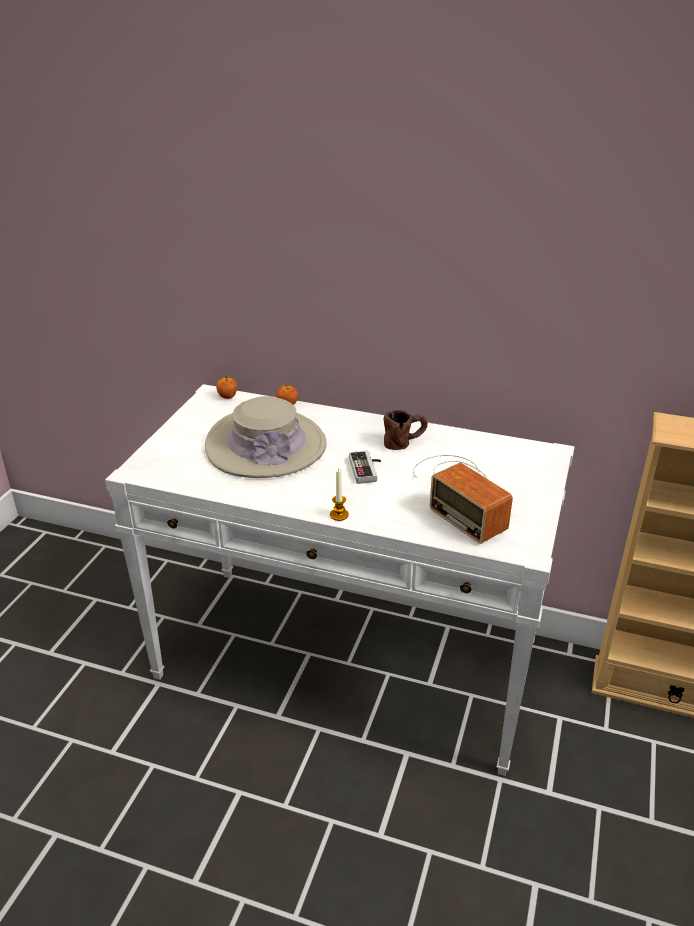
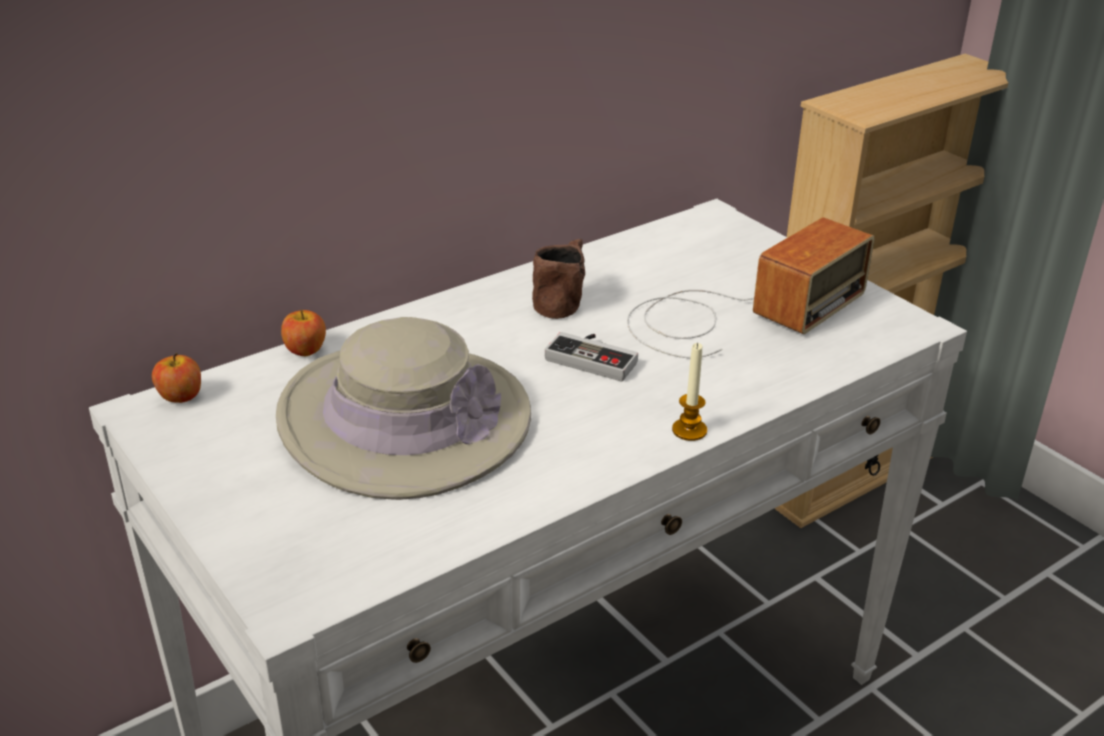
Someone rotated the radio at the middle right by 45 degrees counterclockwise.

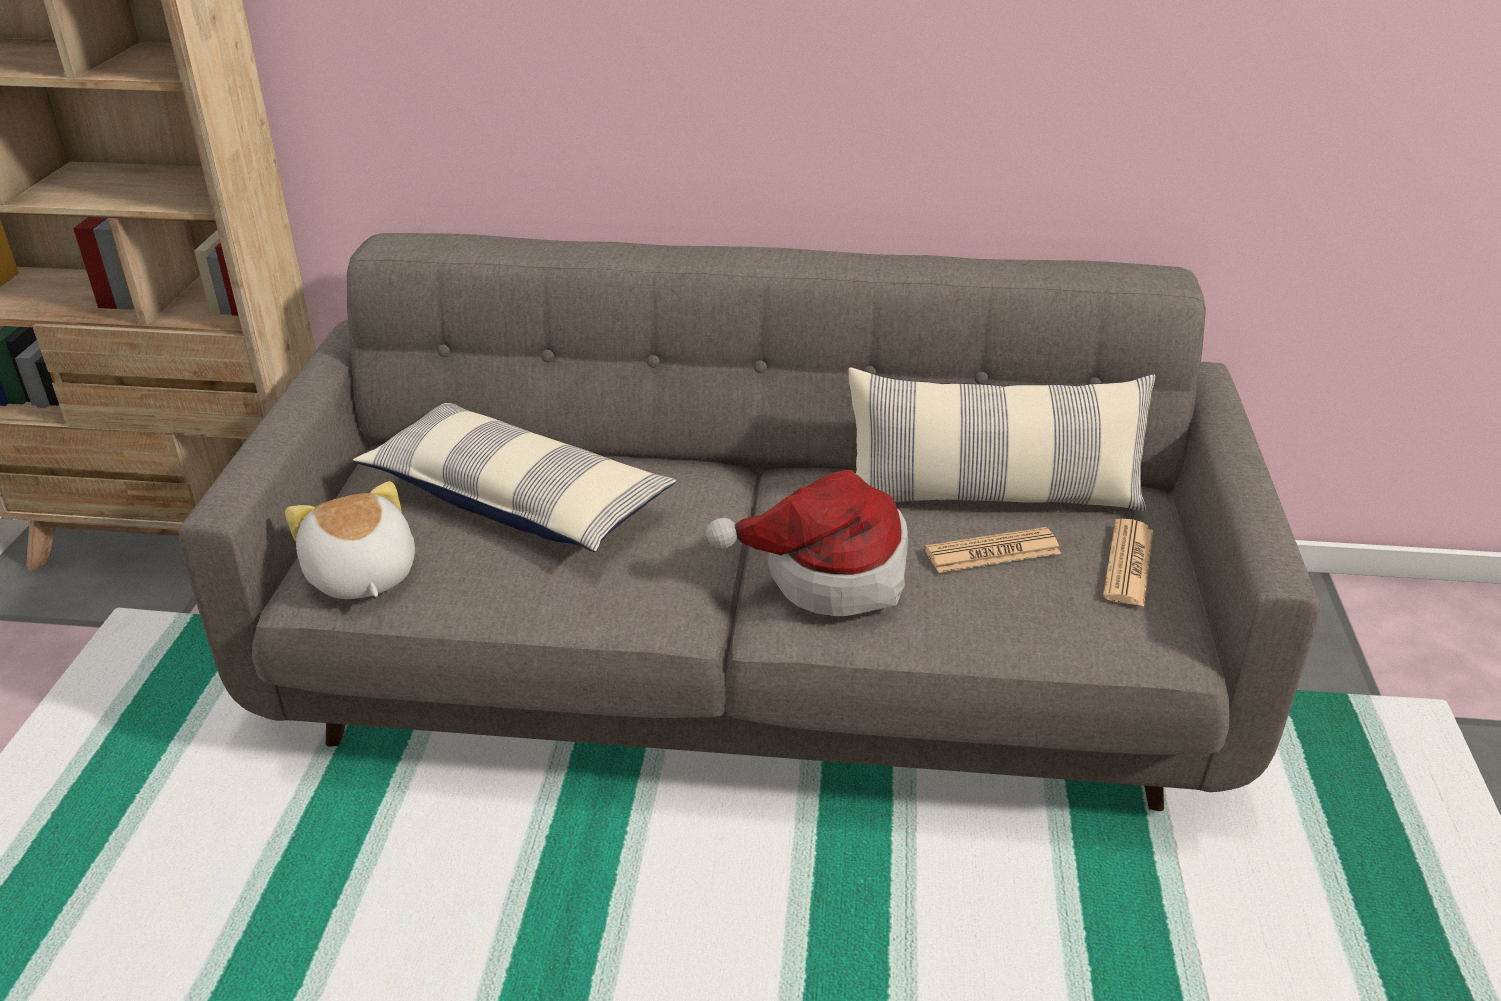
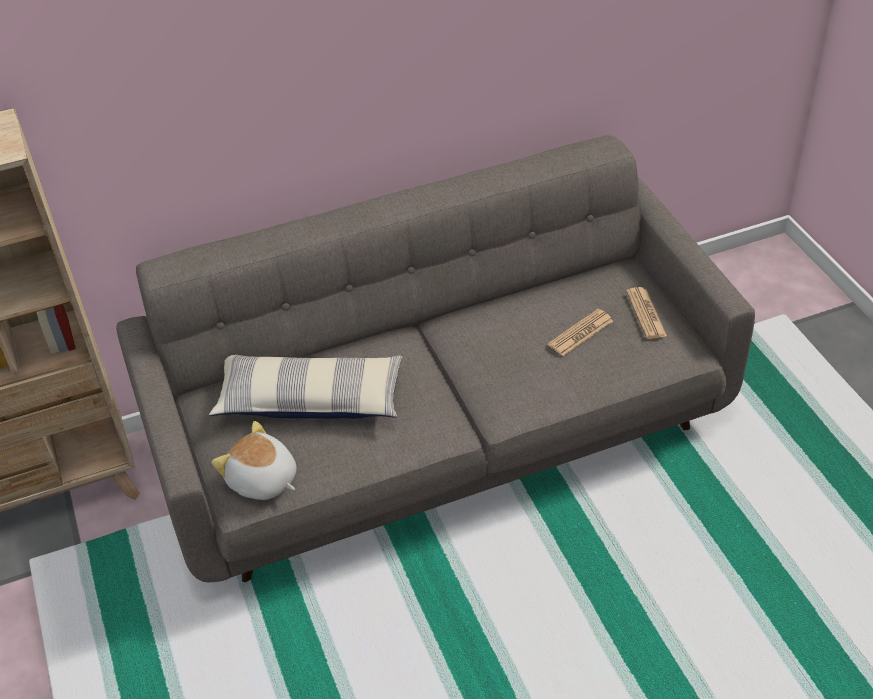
Someone took away the kapelusz at the centre. Someone took away the poduszka (no. 2 from left) at the middle right.

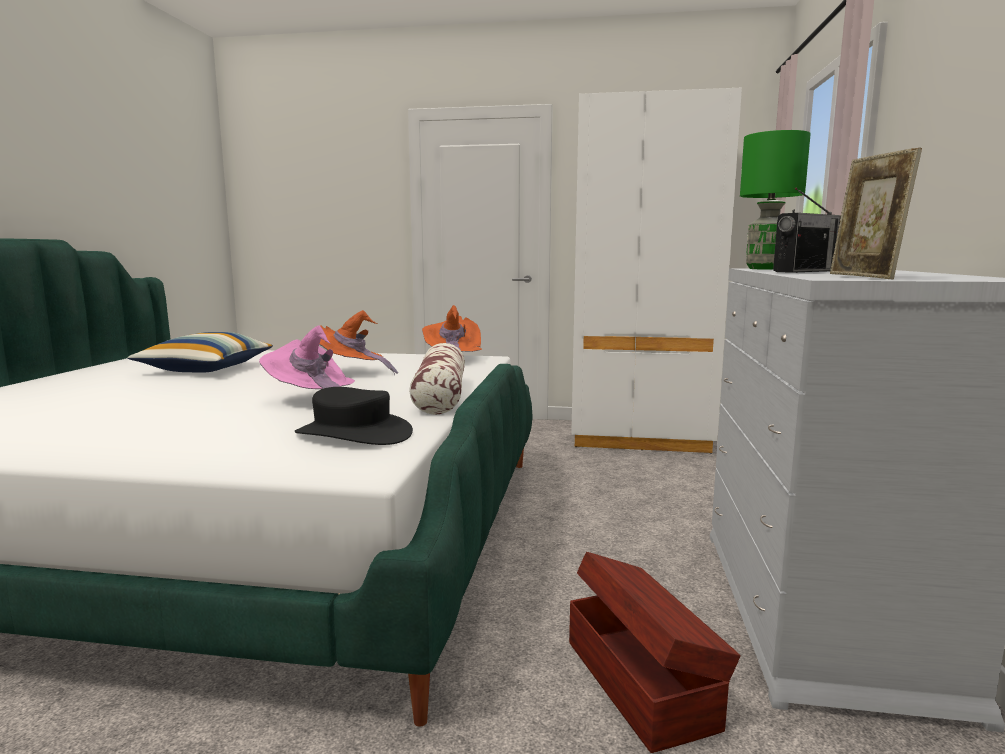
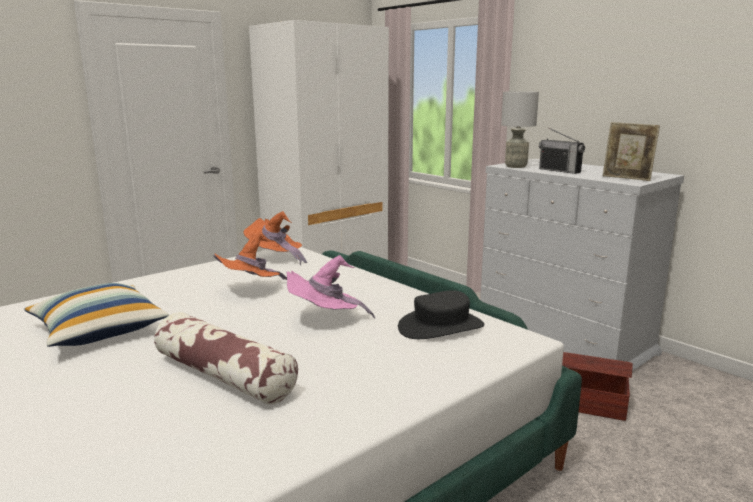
Someone carried the poduszka (no. 2 from left) from the centre to the bottom left. Someone repainted the lampa stołowa/zielony at the top right, which became the lampa stołowa/szary at the top right. Someone rotated the radio at the top right by 135 degrees clockwise.

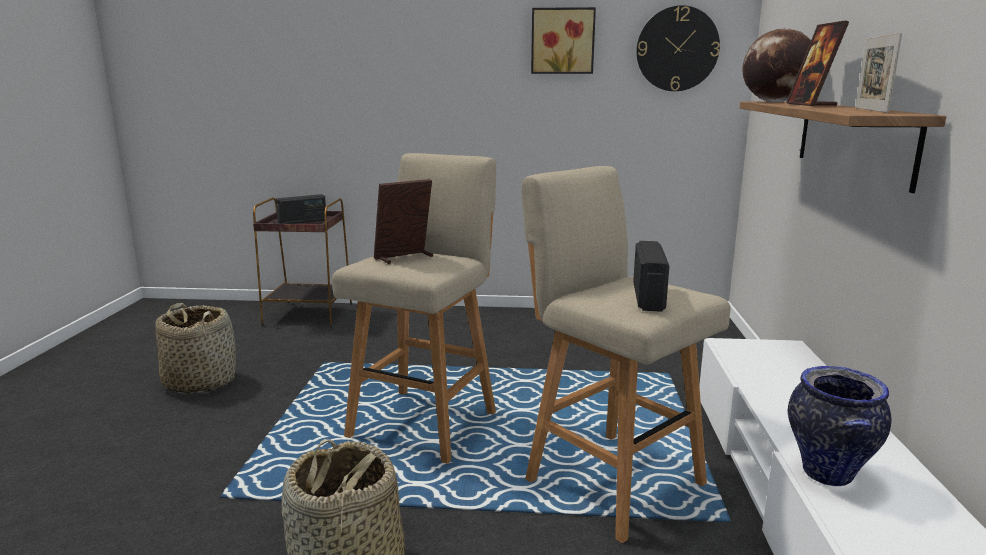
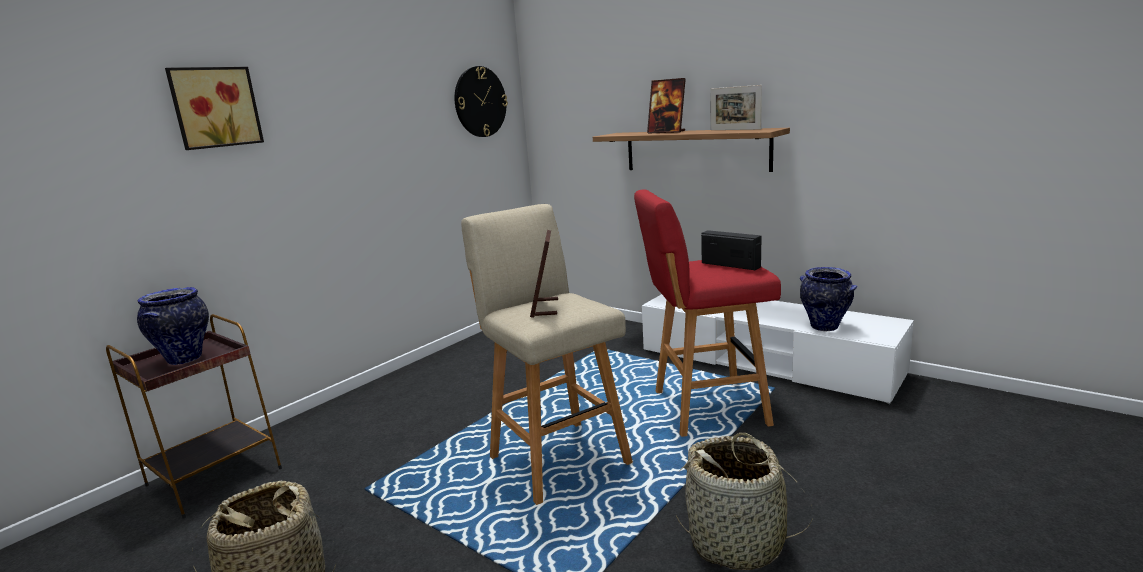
Someone took away the globus at the top right. Someone carried the obraz from the top centre to the top left. Someone swapped the radio (no. 1 from left) at the middle left for the wazon (no. 1 from left) at the middle left. Someone repainted the stołek/beżowy (no. 2 from left) at the centre, which became the stołek/czerwony at the centre.

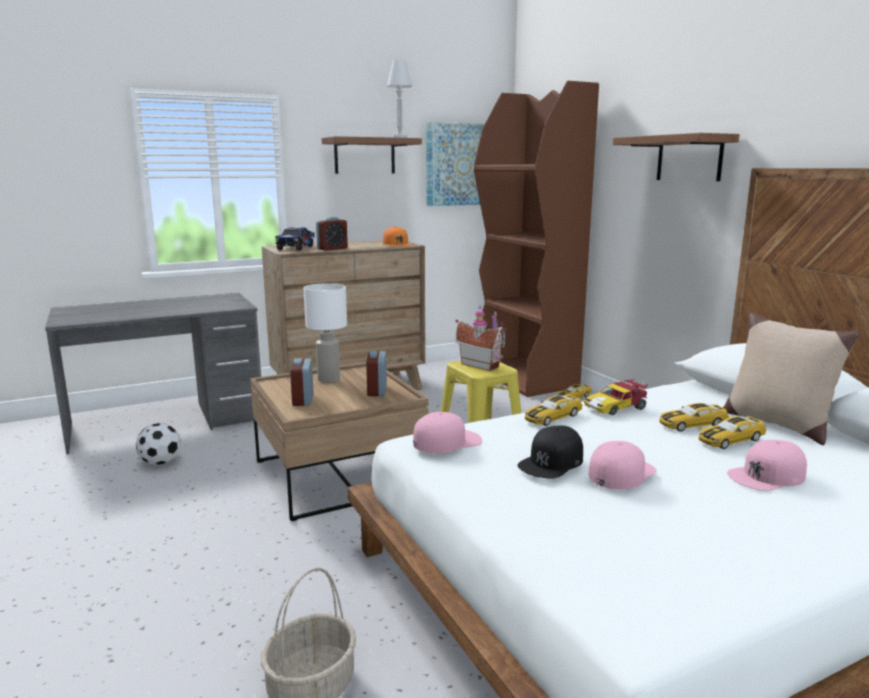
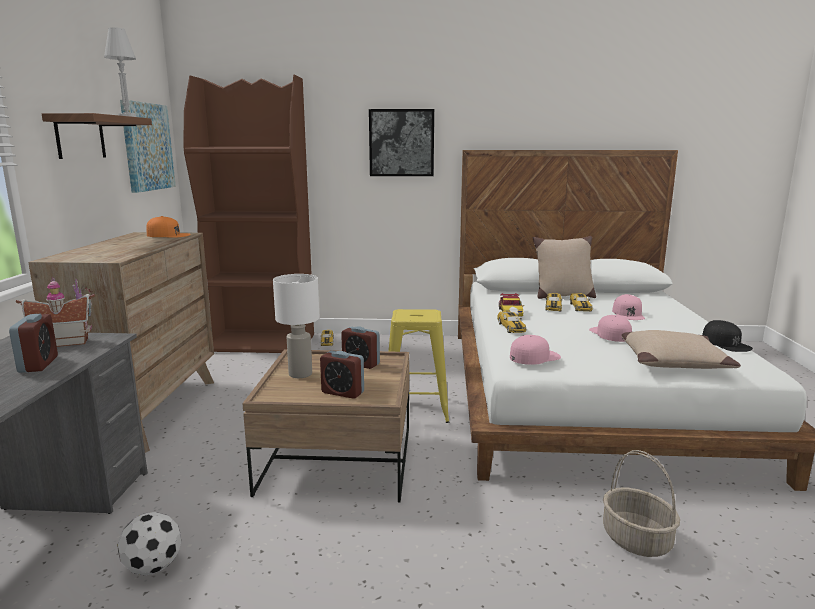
Someone took away the ciężarówka zabawkowa at the centre. Someone put down the poduszka/beżowy (no. 2 from left) at the middle right. Someone carried the budzik (no. 2 from left in the first image) from the centre to the middle left. Someone carried the domek from the centre to the middle left. Someone carried the czapka z daszkiem/czarny from the centre to the middle right. Someone swapped the półka (no. 2 from left) at the top right for the obraz (no. 2 from left) at the top centre. Someone rotated the czapka z daszkiem/różowy (no. 1 from left) at the centre by 60 degrees clockwise.

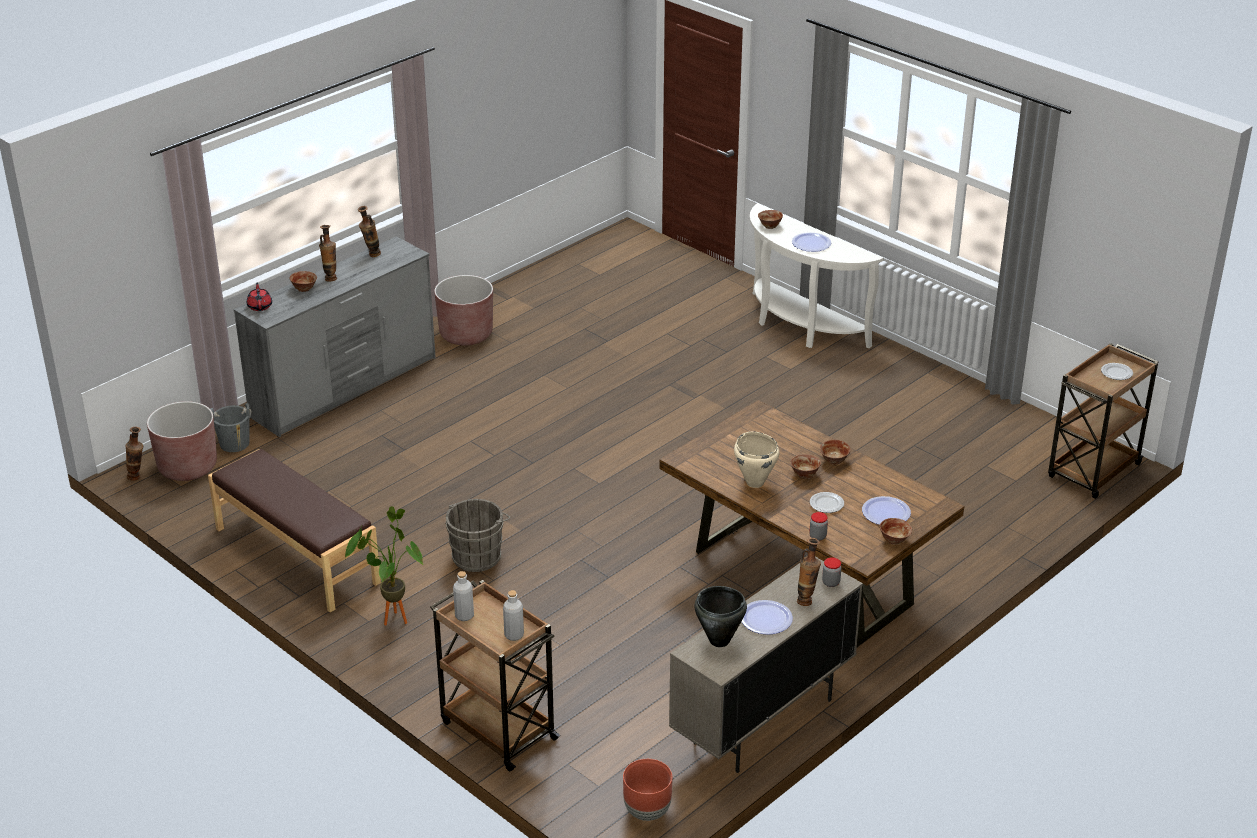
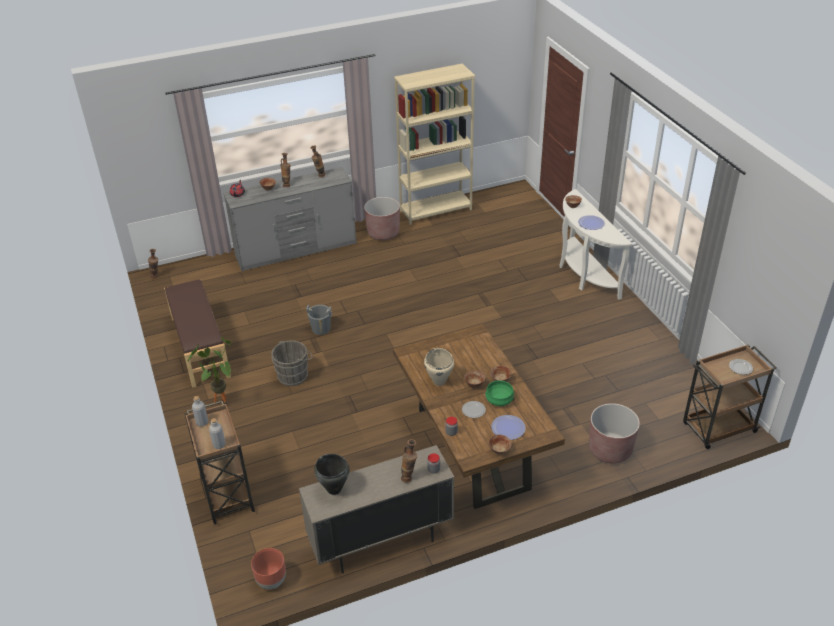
Someone took away the talerz (no. 1 from left) at the bottom centre. Someone put down the regał/beżowy at the top centre. Someone put down the garnek/zielony at the centre. Someone carried the donica/brązowy (no. 1 from left in the first image) from the middle left to the bottom right. Someone carried the wiadro/szary (no. 1 from left in the first image) from the middle left to the centre.

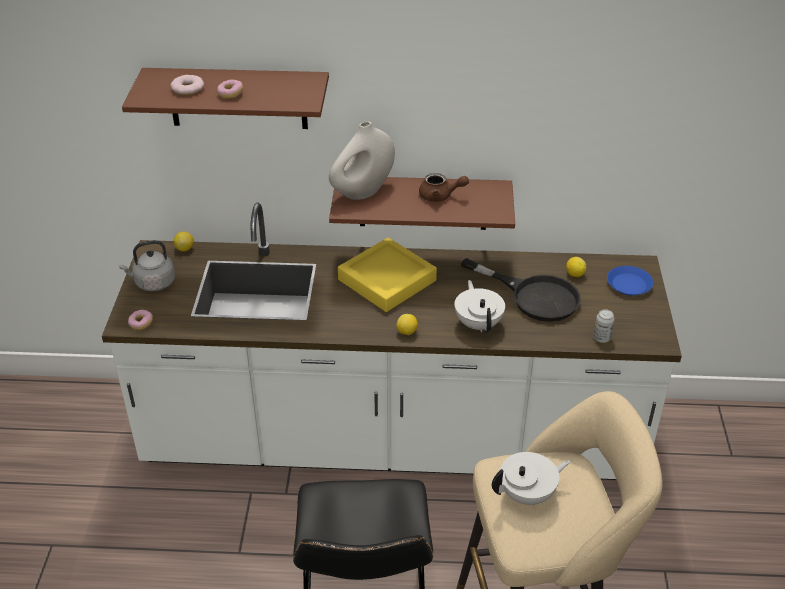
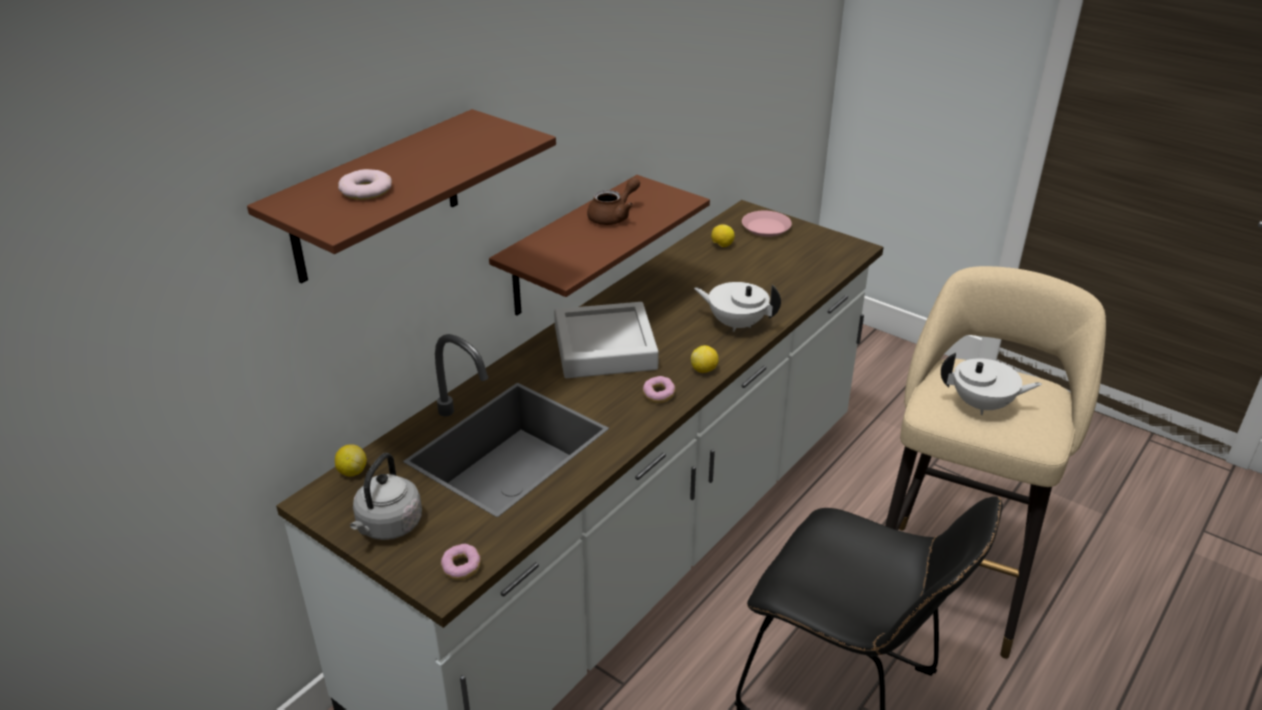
Someone took away the wazon/biały at the top centre. Someone took away the patelnia/czarny at the centre. Someone took away the puszka at the middle right. Someone carried the donut (no. 3 from left) from the top left to the centre. Someone repainted the taca/żółty at the centre, which became the taca/szary at the centre. Someone repainted the talerz/niebieski at the middle right, which became the talerz/różowy at the top centre. Someone rotated the imbryk/biały (no. 2 from left) at the bottom right by 90 degrees clockwise.

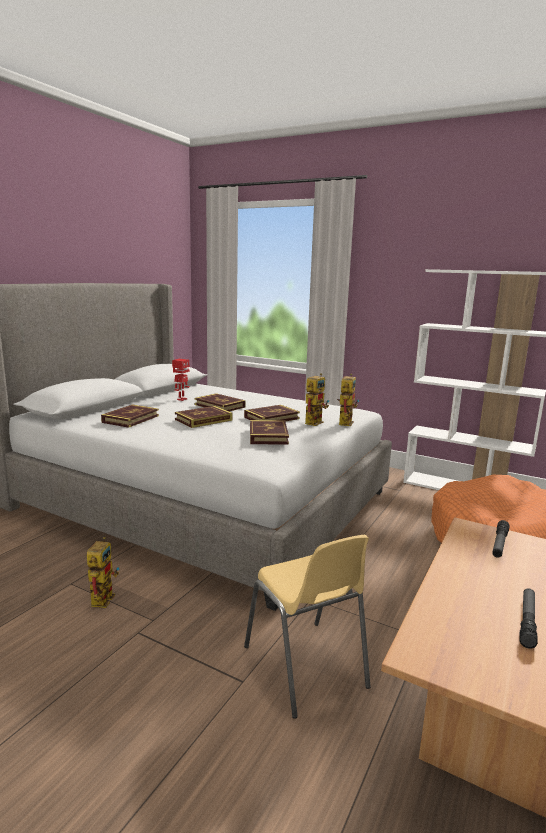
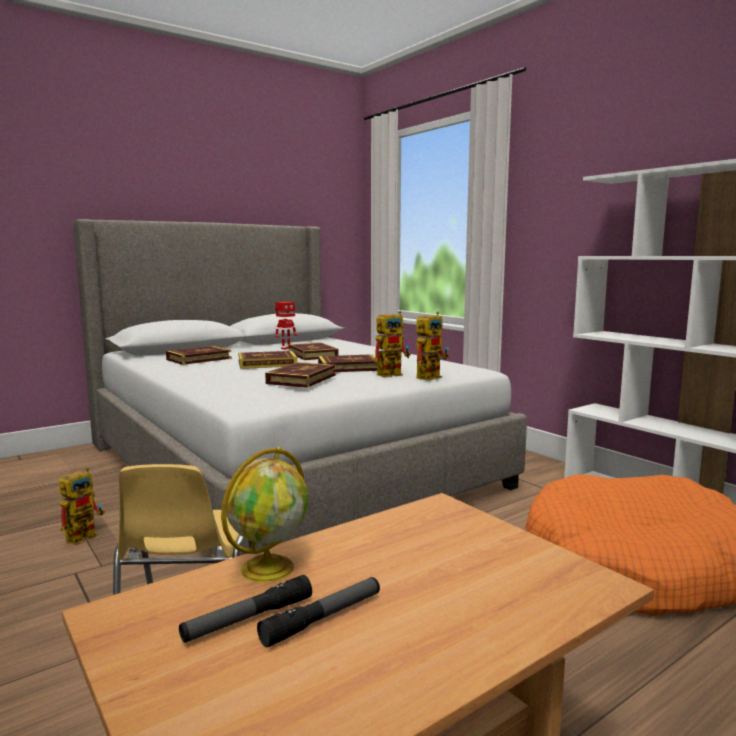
Someone put down the globus at the bottom centre. Someone carried the latarka (no. 1 from left) from the middle right to the bottom left.

